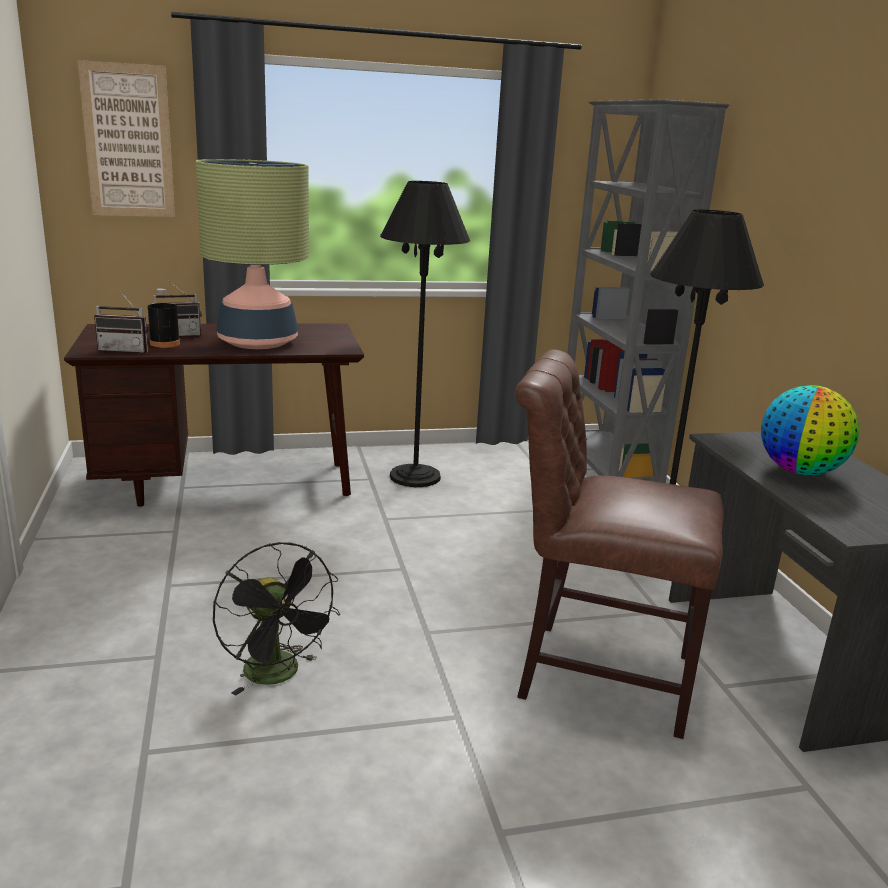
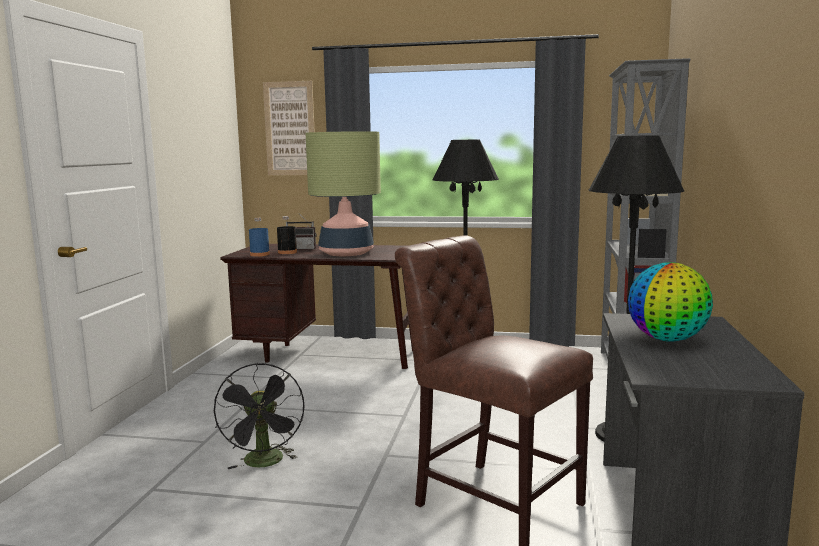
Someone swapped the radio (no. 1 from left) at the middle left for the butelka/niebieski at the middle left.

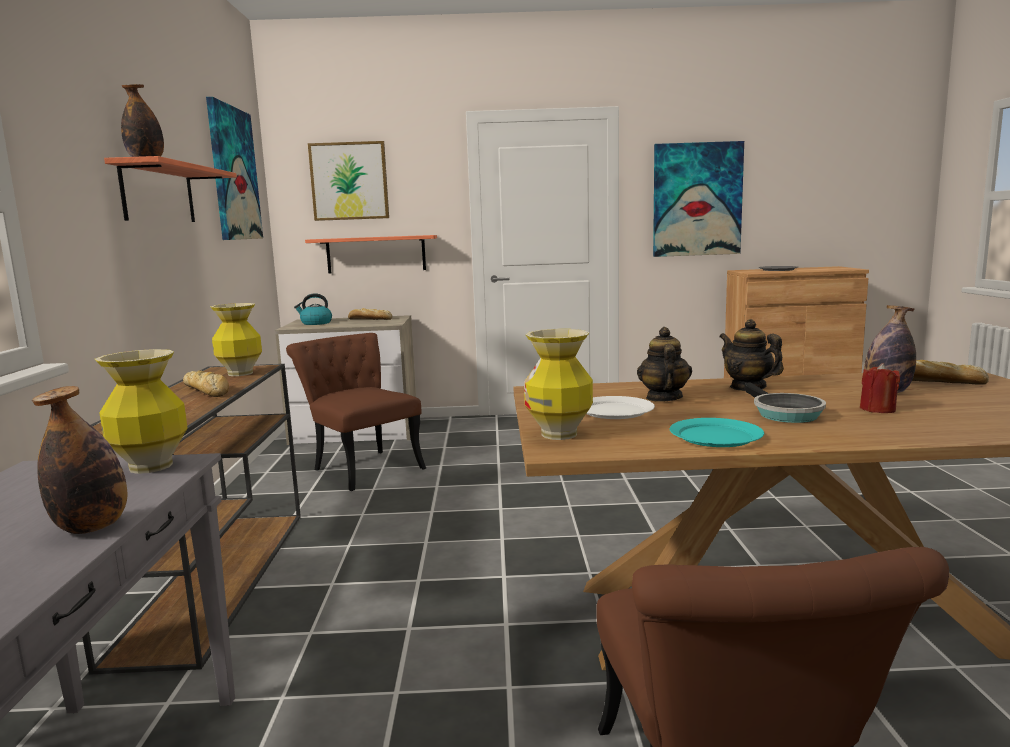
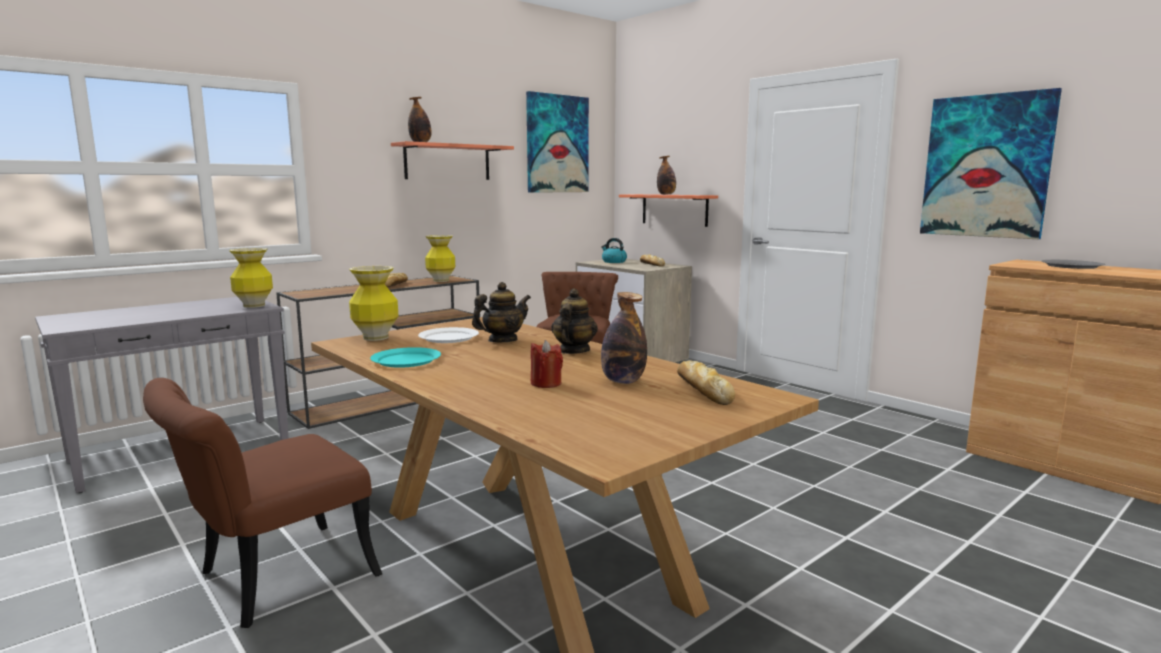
Someone took away the obraz (no. 2 from left) at the top centre. Someone took away the patelnia at the middle right. Someone carried the butelka (no. 1 from left in the first image) from the middle left to the top centre.

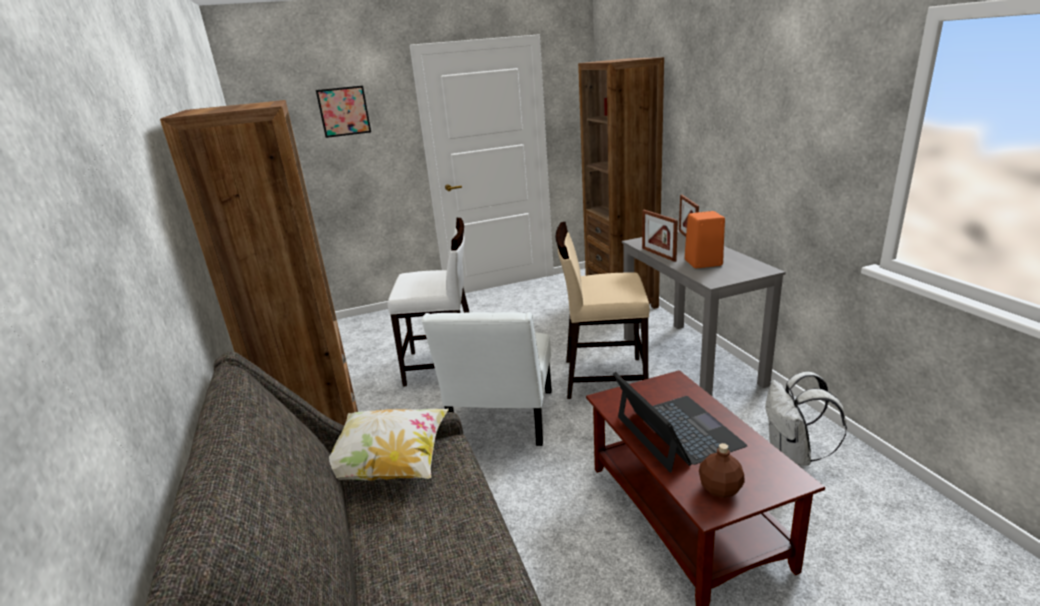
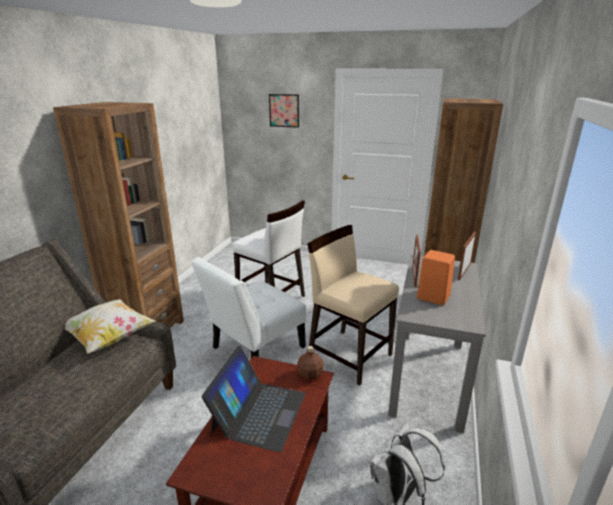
Someone carried the butelka/brązowy from the bottom right to the bottom centre.

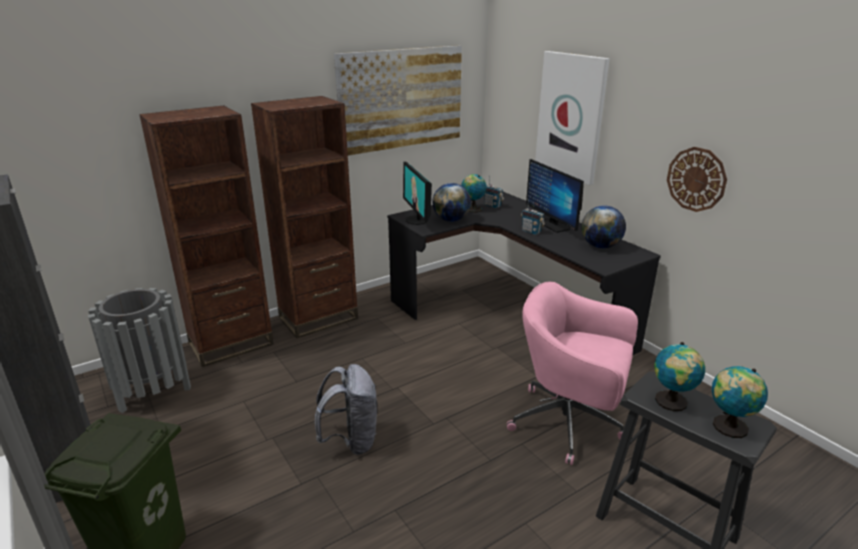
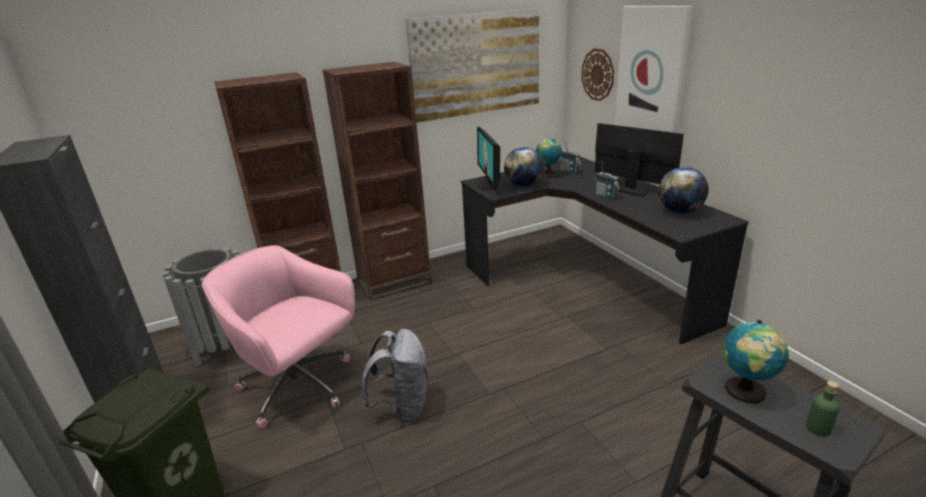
Someone carried the krzesło biurowe/różowy from the bottom right to the bottom left. Someone carried the zegar ścienny from the top right to the top centre. Someone swapped the globus (no. 5 from left) at the bottom right for the butelka/zielony at the bottom right. Someone rotated the monitor (no. 2 from left) at the centre by 150 degrees clockwise.

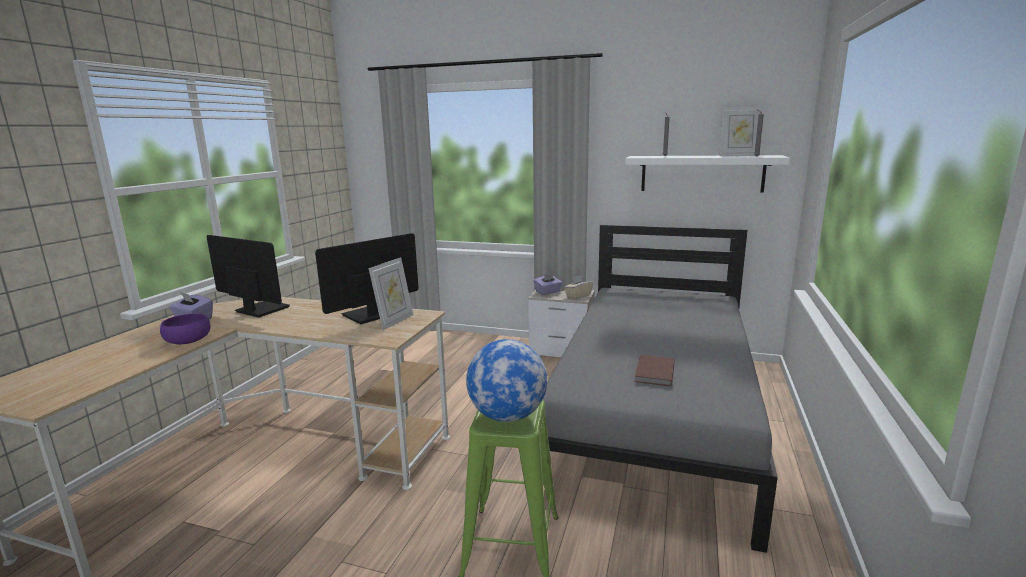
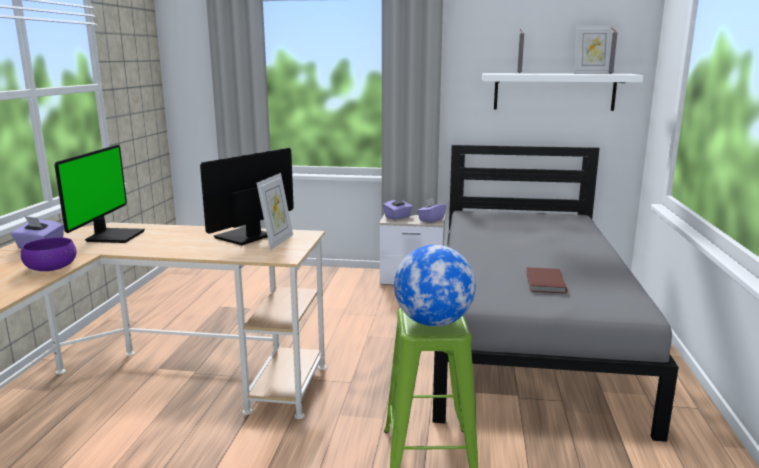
Someone repainted the pudełko chusteczek/beżowy at the centre, which became the pudełko chusteczek/fioletowy (no. 3 from left) at the centre. Someone rotated the monitor (no. 1 from left) at the middle left by 75 degrees clockwise.

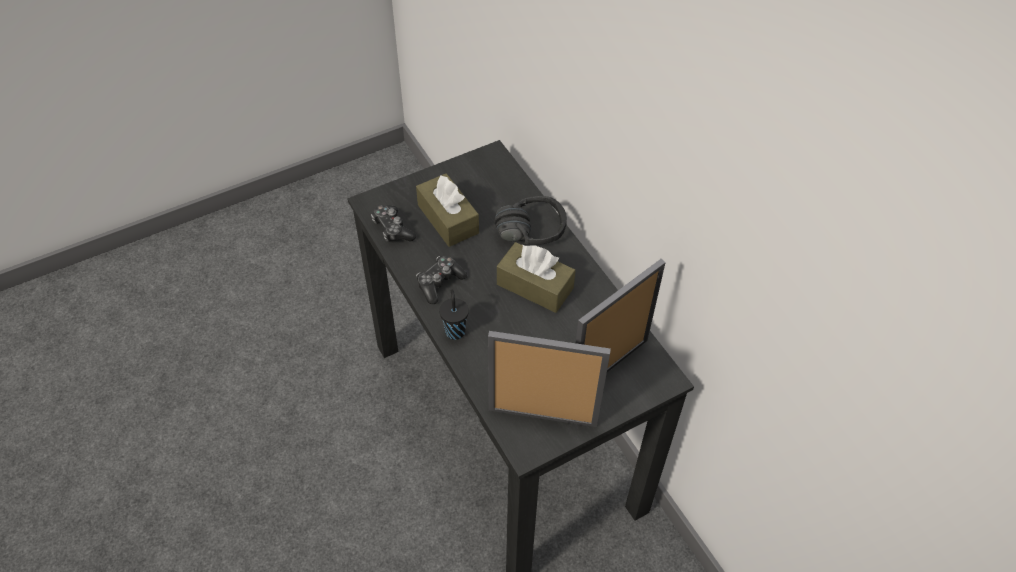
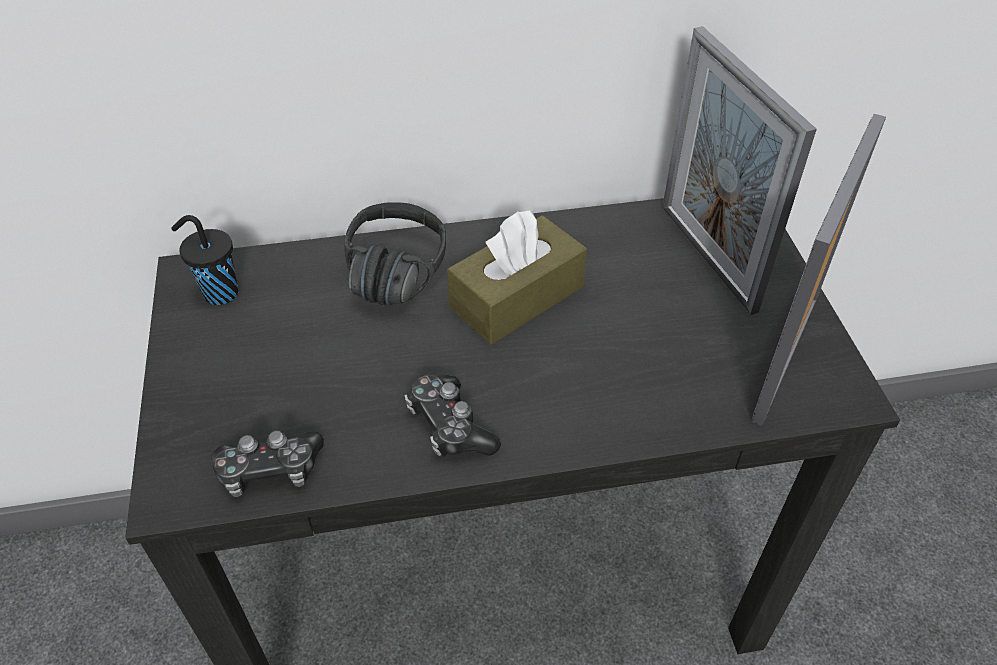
Someone took away the pudełko chusteczek/brązowy (no. 1 from left) at the centre. Someone carried the filiżanka/czarny from the centre to the middle left.

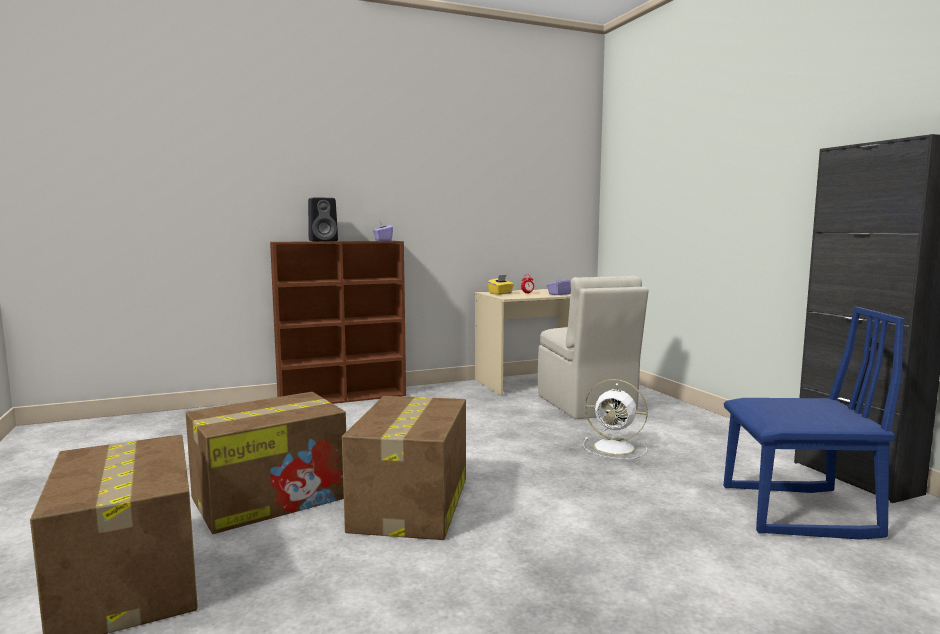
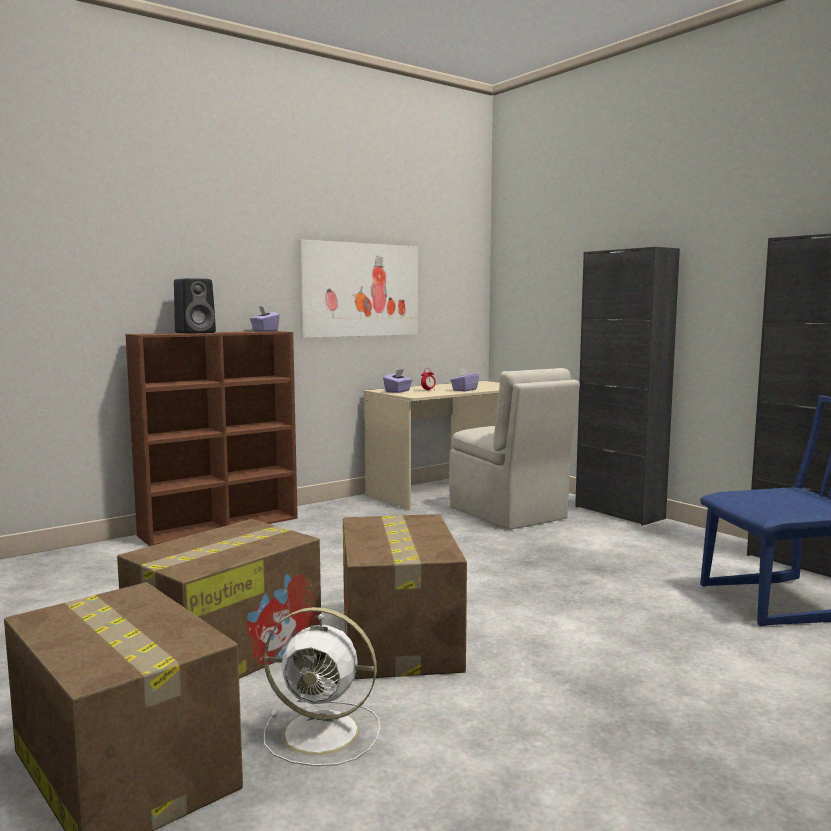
Someone put up the obraz at the centre. Someone put down the szafka/czarny (no. 1 from left) at the middle right. Someone carried the wentylator/biały from the centre to the bottom centre. Someone repainted the pudełko chusteczek/żółty at the centre, which became the pudełko chusteczek/fioletowy (no. 2 from left) at the centre.

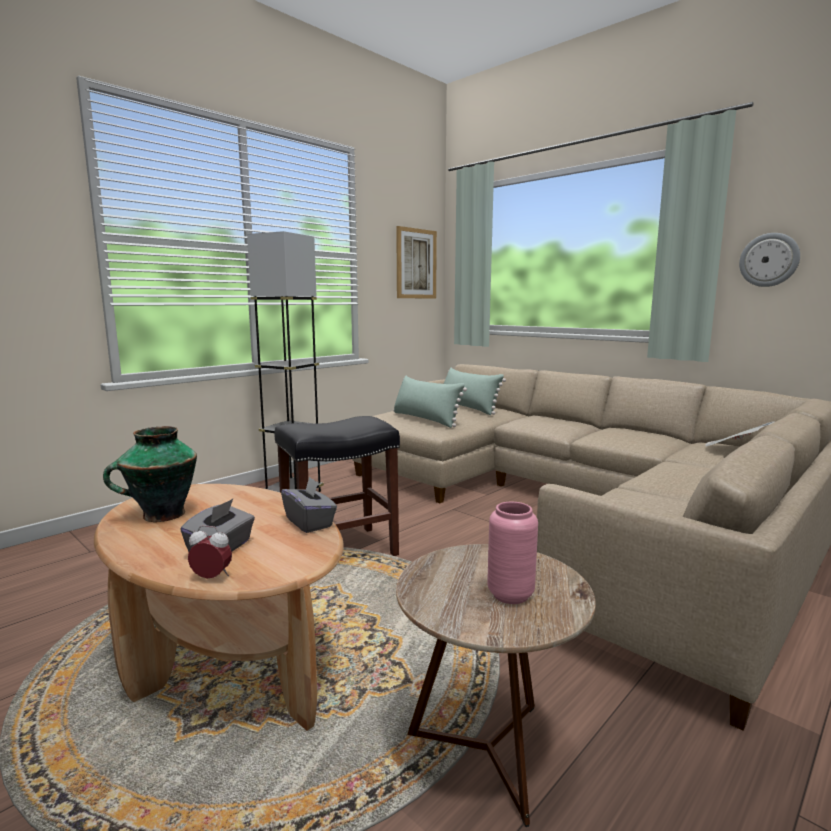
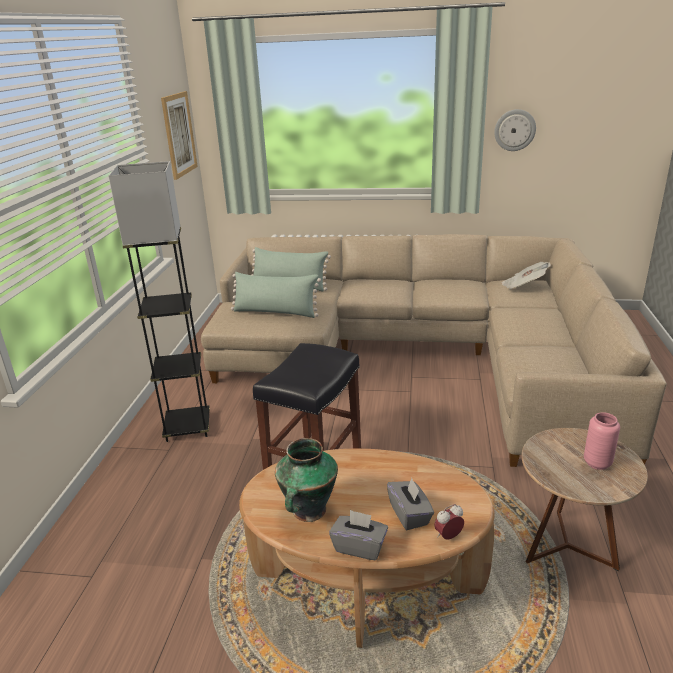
Someone carried the pudełko chusteczek/szary (no. 2 from left in the first image) from the centre to the bottom centre.

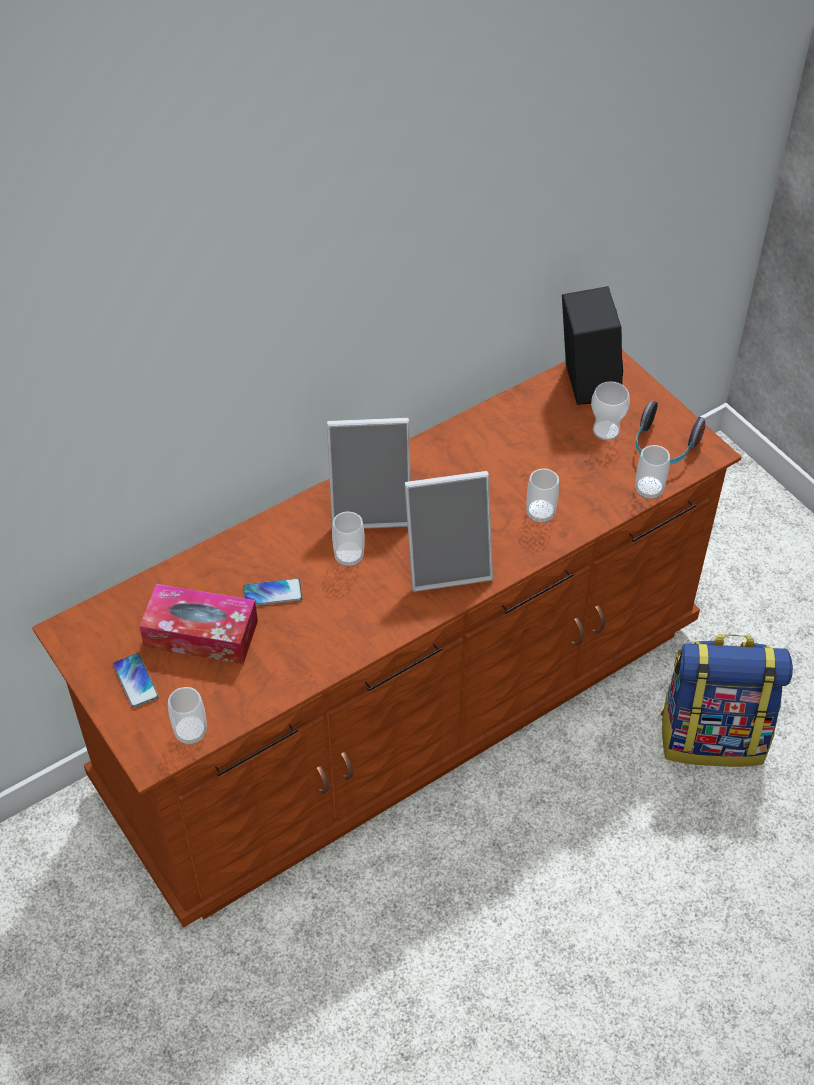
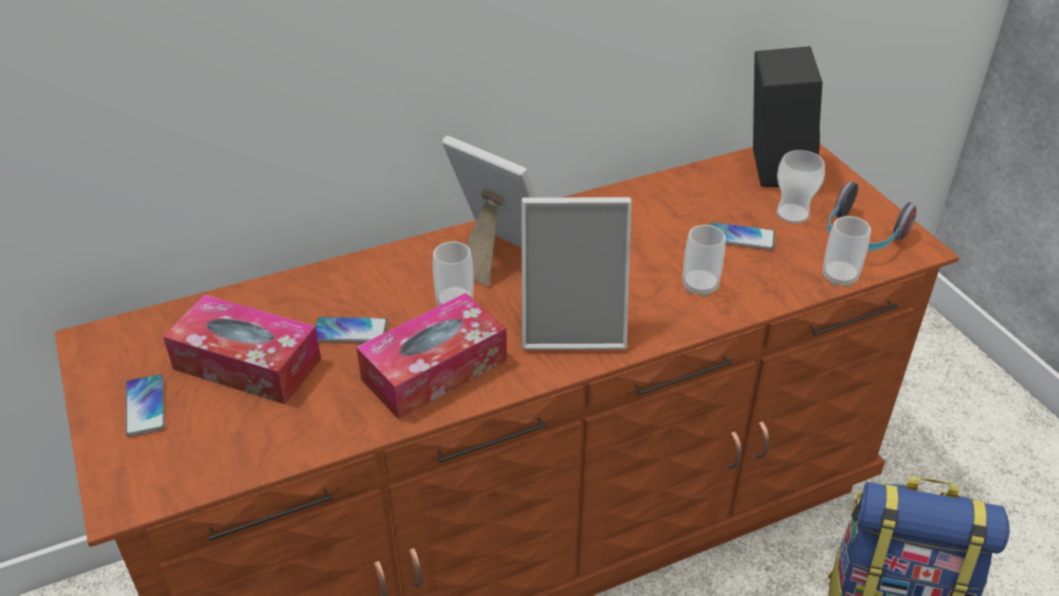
Someone took away the filiżanka (no. 1 from left) at the middle left. Someone put down the pudełko chusteczek (no. 2 from left) at the centre. Someone put down the telefon (no. 3 from left) at the middle right. Someone rotated the ramka na zdjęcie (no. 1 from left) at the centre by 150 degrees counterclockwise.

